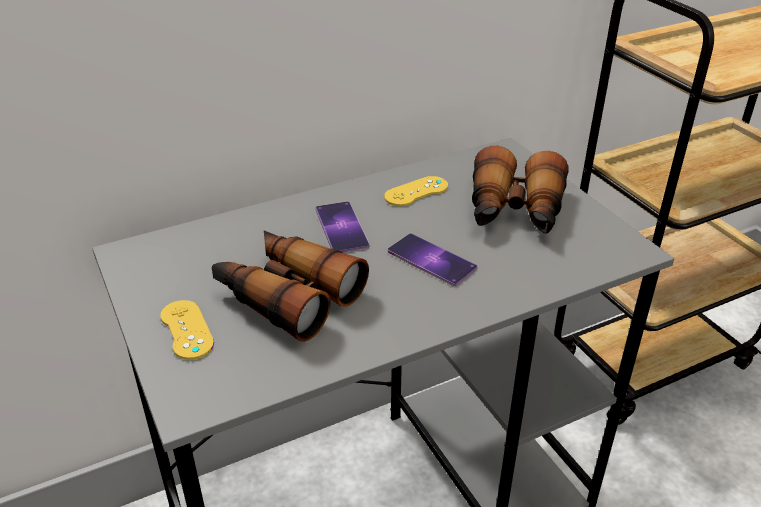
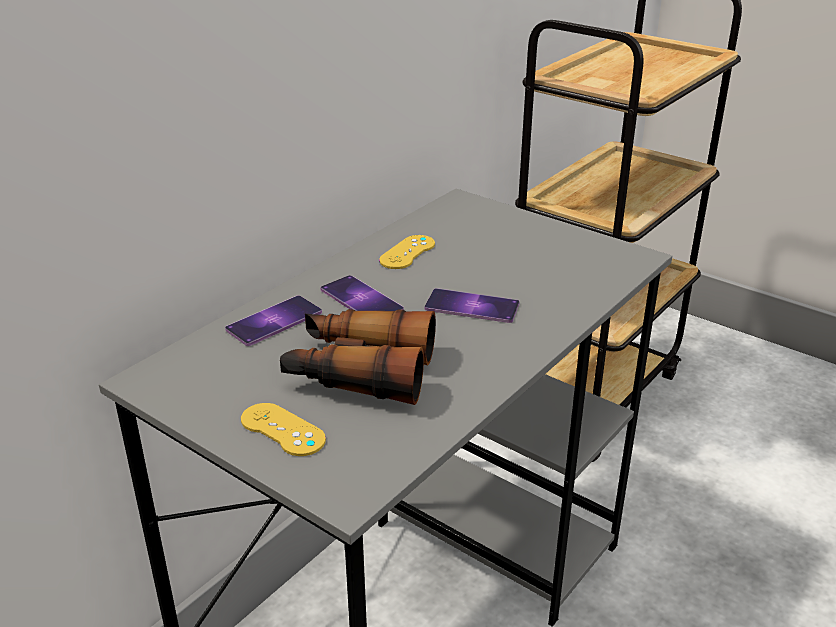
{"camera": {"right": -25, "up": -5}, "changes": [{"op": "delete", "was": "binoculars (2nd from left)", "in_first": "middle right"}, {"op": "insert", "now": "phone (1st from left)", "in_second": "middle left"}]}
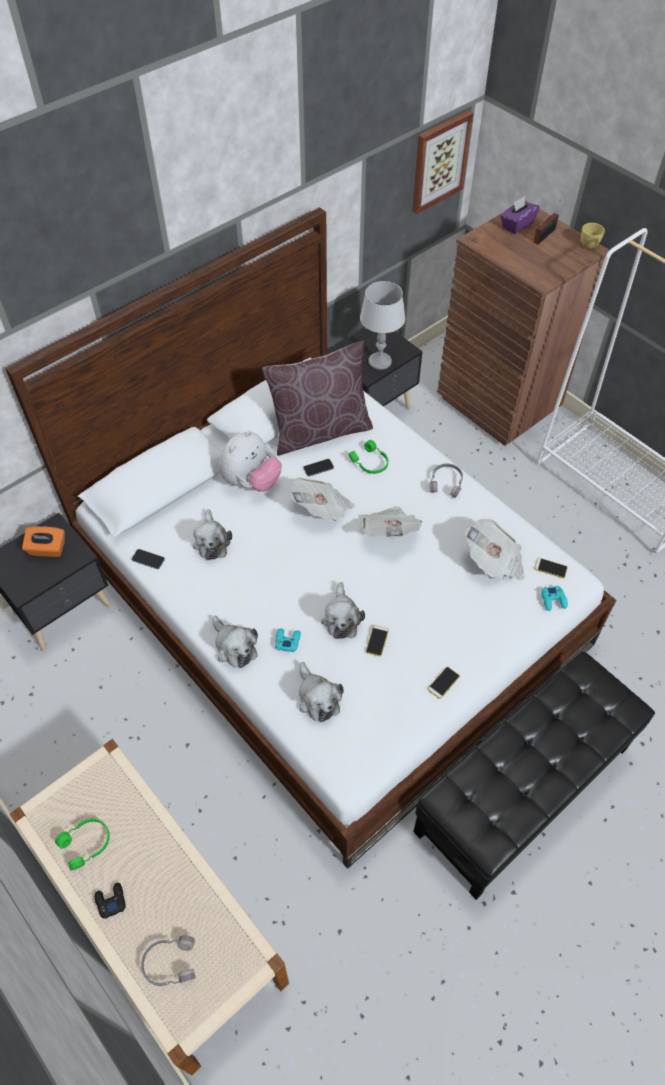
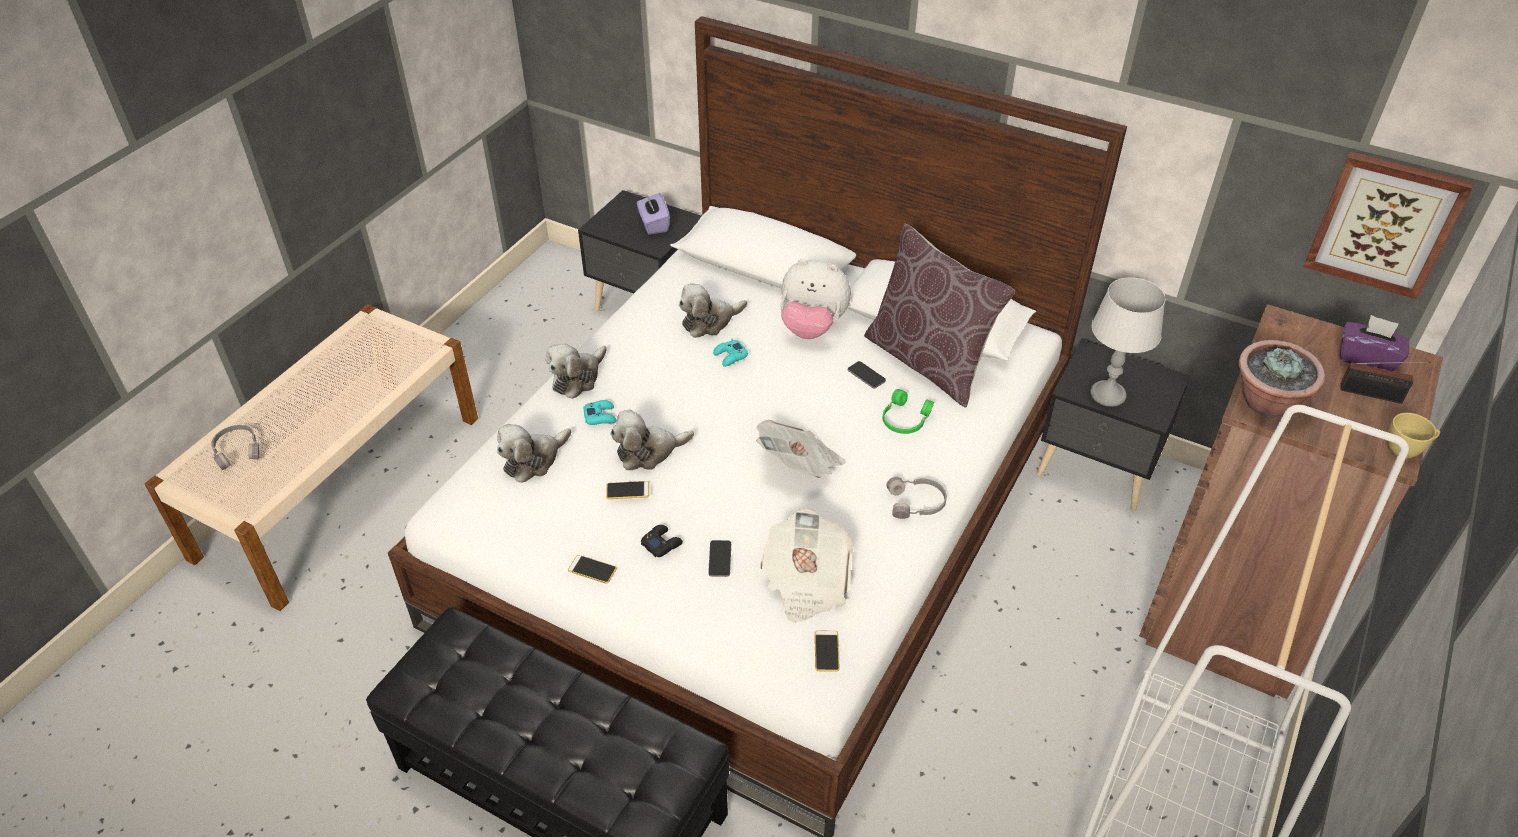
{"camera": {"right": 70, "up": -10}, "changes": [{"op": "delete", "was": "newspaper (1st from left)", "in_first": "centre"}, {"op": "recolor", "was": "tissue box in orange", "now": "tissue box in purple (1st from left)", "in_first": "middle left", "in_second": "top centre"}, {"op": "move", "was": "phone (1st from left in the first image)", "now": "phone (3rd from left)", "in_first": "middle left", "in_second": "bottom centre"}, {"op": "move", "was": "game controller in turquoise (2nd from left)", "in_first": "middle right", "in_second": "centre"}, {"op": "delete", "was": "headphones in green (1st from left)", "in_first": "bottom left"}, {"op": "move", "was": "game controller in black", "in_first": "bottom left", "in_second": "centre"}, {"op": "insert", "now": "potted plant", "in_second": "middle right"}]}
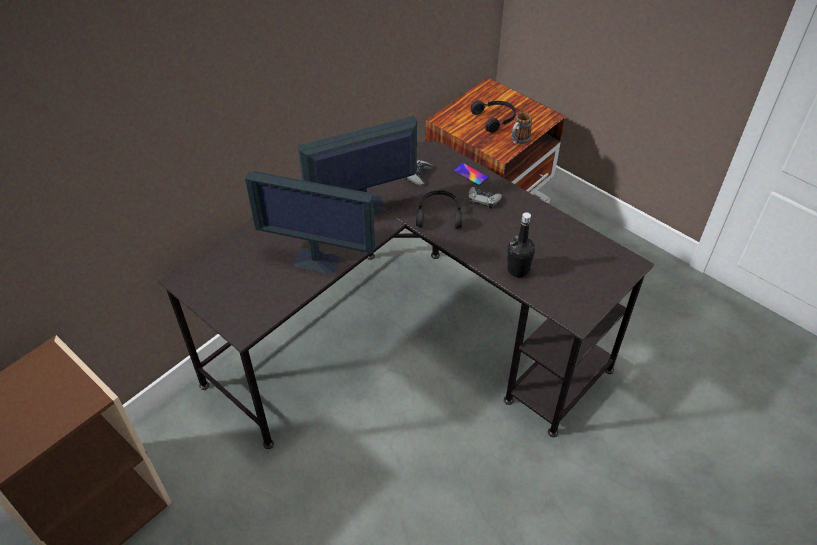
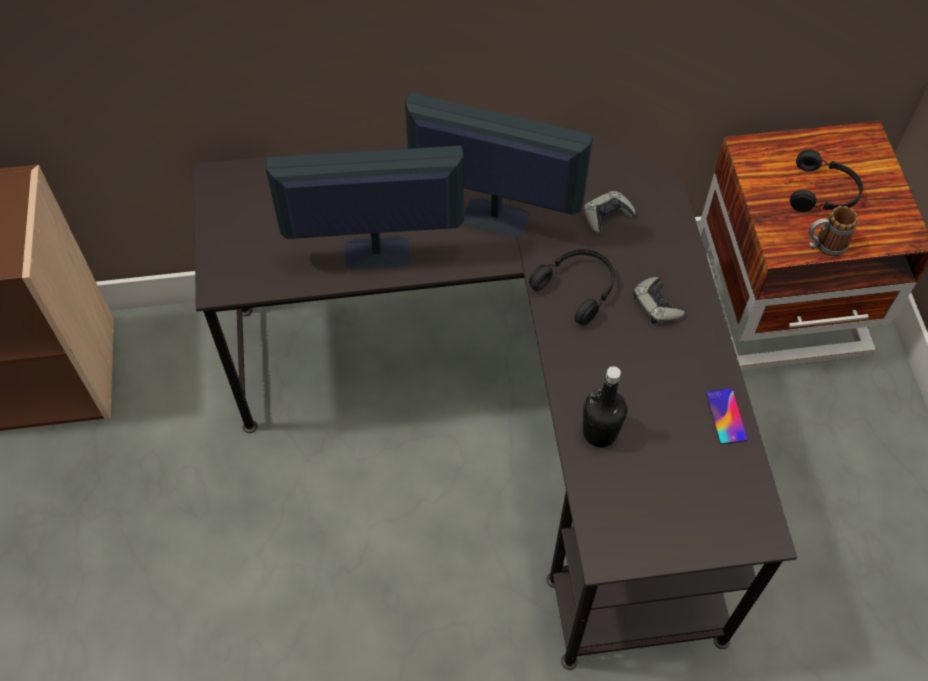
{"camera": {"right": 40, "up": 10}, "changes": [{"op": "move", "was": "phone", "in_first": "top centre", "in_second": "middle right"}, {"op": "rotate", "was": "monitor (1st from left)", "in_first": "centre", "in_second": "top centre", "clockwise": 120}]}
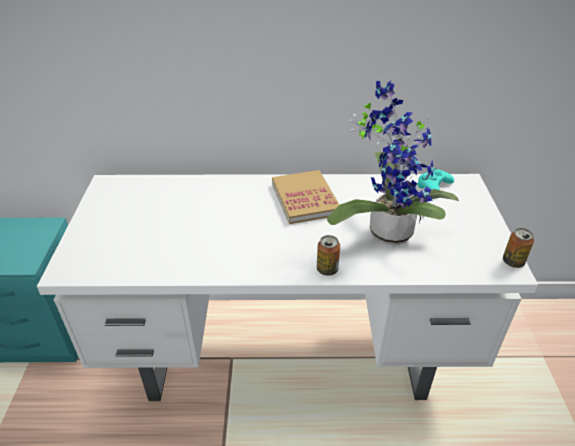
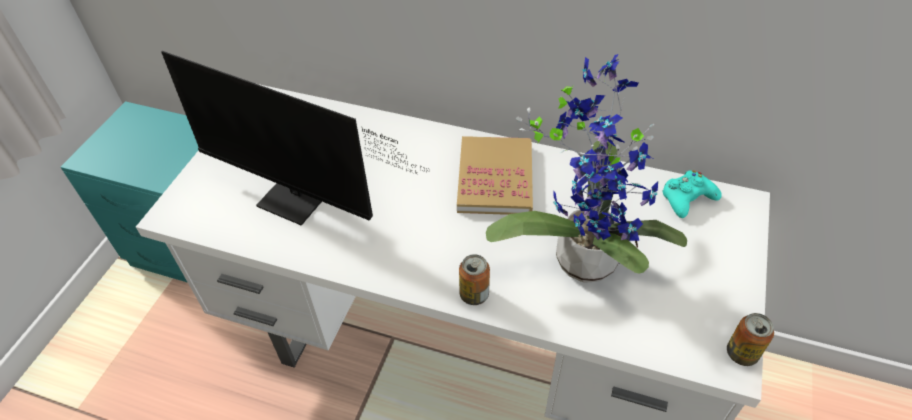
{"camera": {"right": 20, "up": 10}, "changes": [{"op": "insert", "now": "monitor", "in_second": "top left"}]}
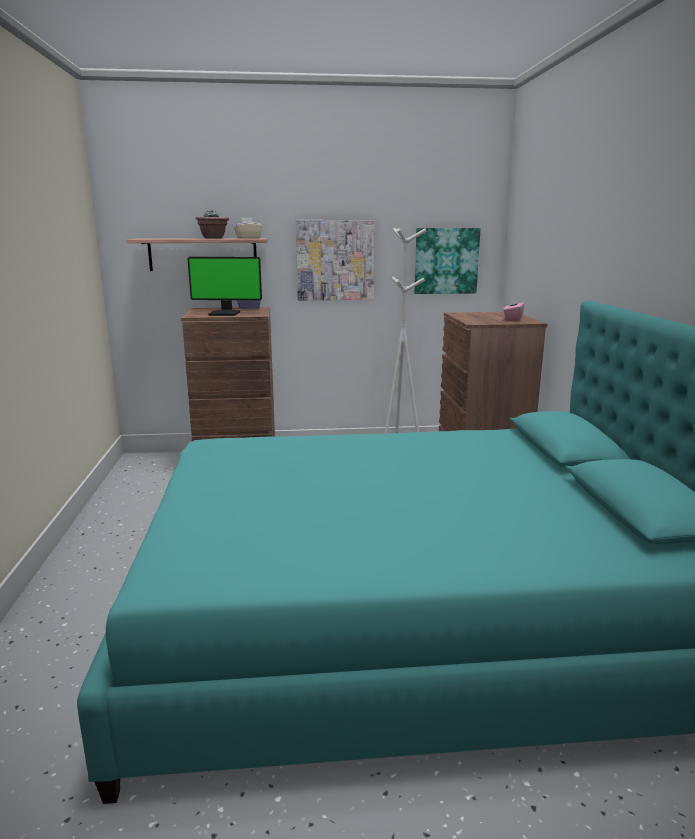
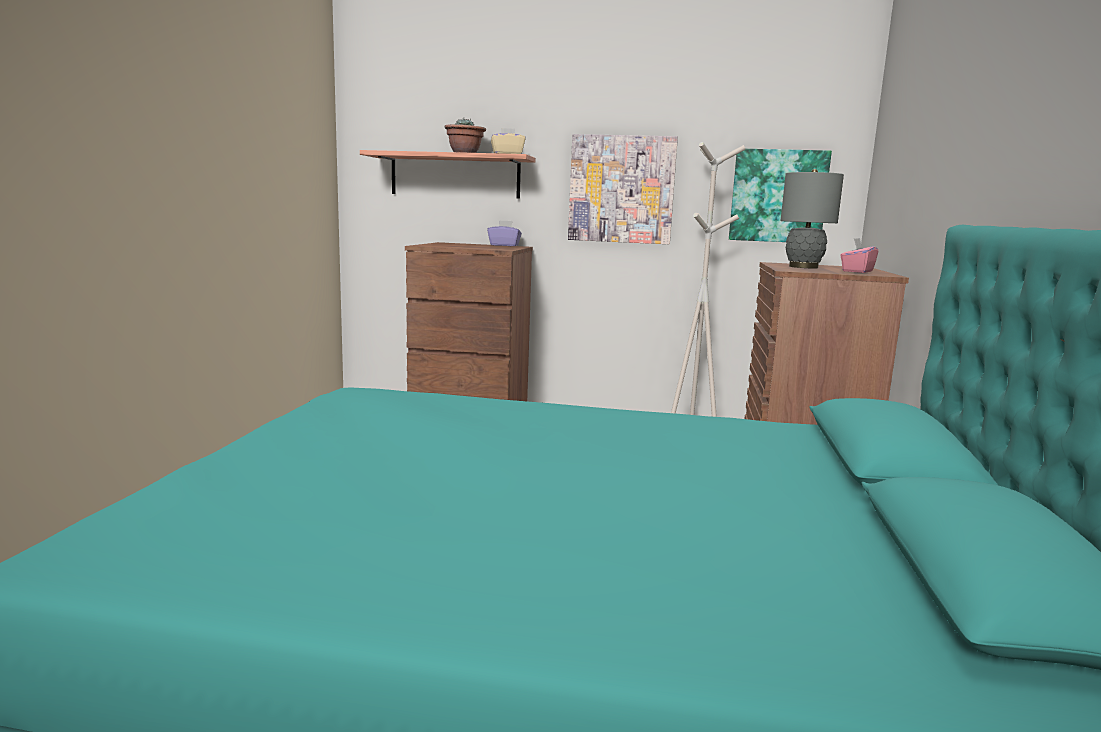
{"camera": {"right": 15, "up": -5}, "changes": [{"op": "delete", "was": "monitor", "in_first": "middle left"}, {"op": "insert", "now": "table lamp in grey", "in_second": "top right"}]}
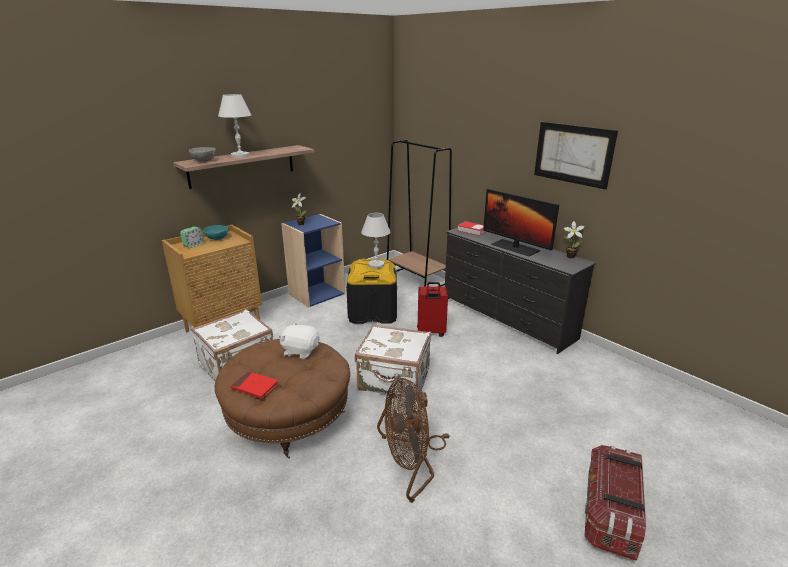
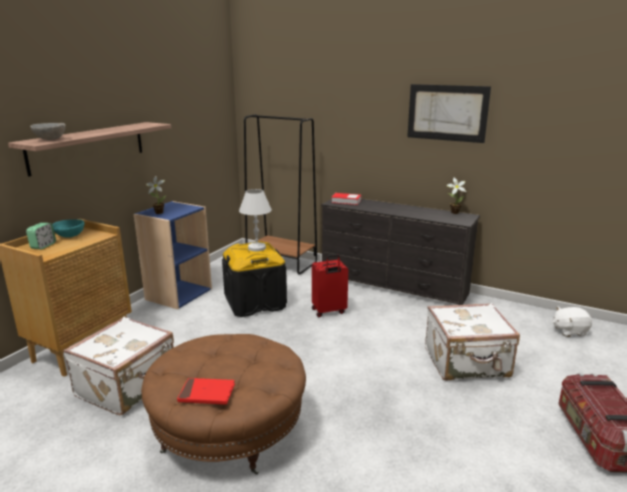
{"camera": {"right": -20, "up": -5}, "changes": [{"op": "delete", "was": "table lamp in white (1st from left)", "in_first": "top left"}, {"op": "delete", "was": "monitor", "in_first": "centre"}, {"op": "move", "was": "plush toy in white", "in_first": "centre", "in_second": "middle right"}, {"op": "move", "was": "suitcase in white (2nd from left)", "in_first": "centre", "in_second": "bottom right"}, {"op": "delete", "was": "fan in brown", "in_first": "bottom centre"}]}
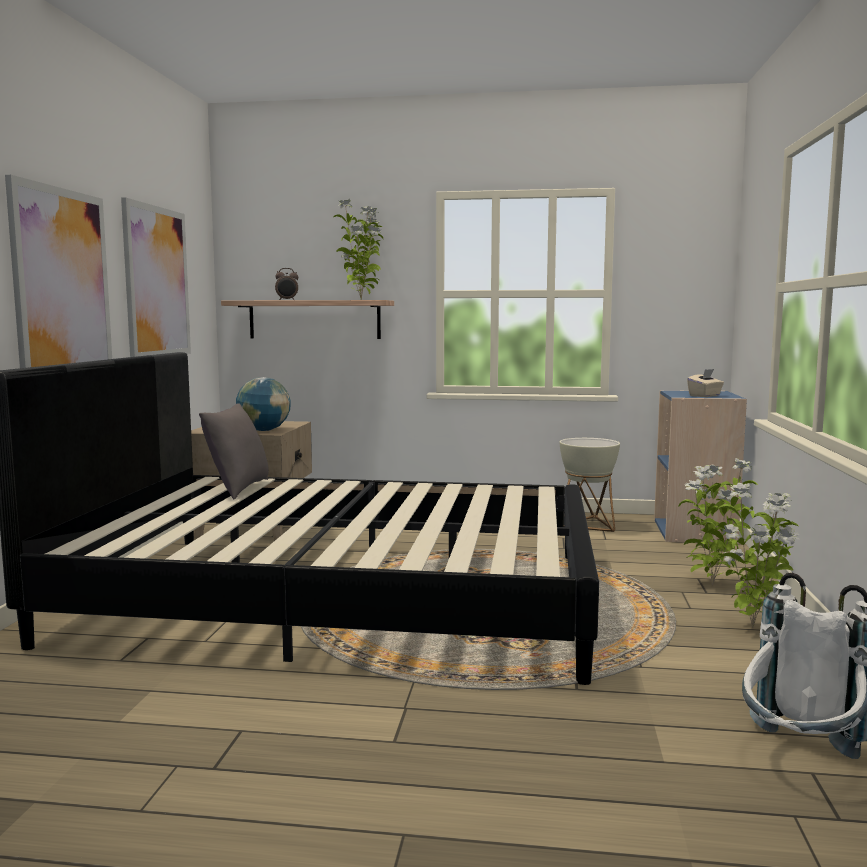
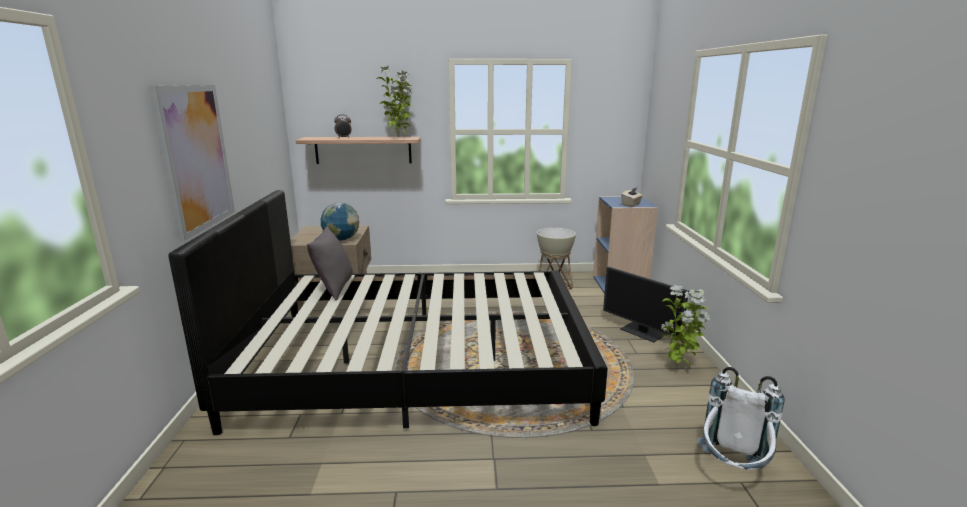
{"camera": {"right": -10, "up": 10}, "changes": [{"op": "delete", "was": "picture (2nd from left)", "in_first": "top left"}, {"op": "replace", "was": "potted plant (2nd from left)", "now": "monitor", "in_first": "middle right", "in_second": "middle right"}]}
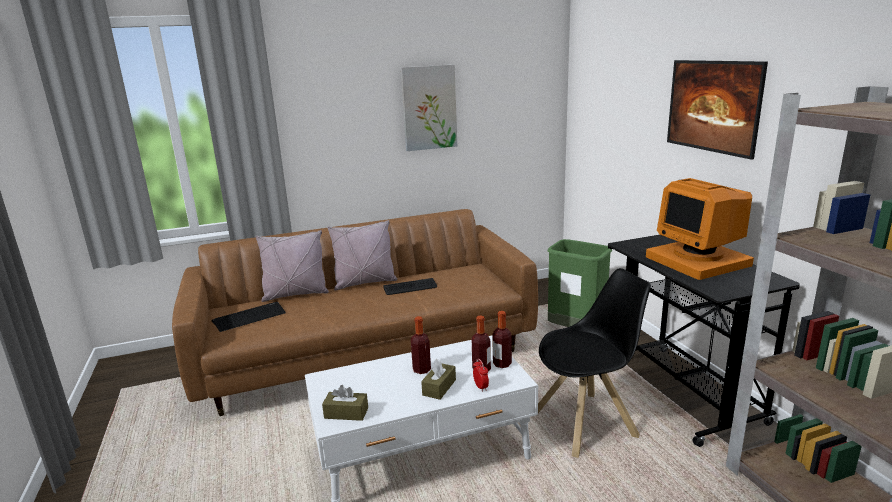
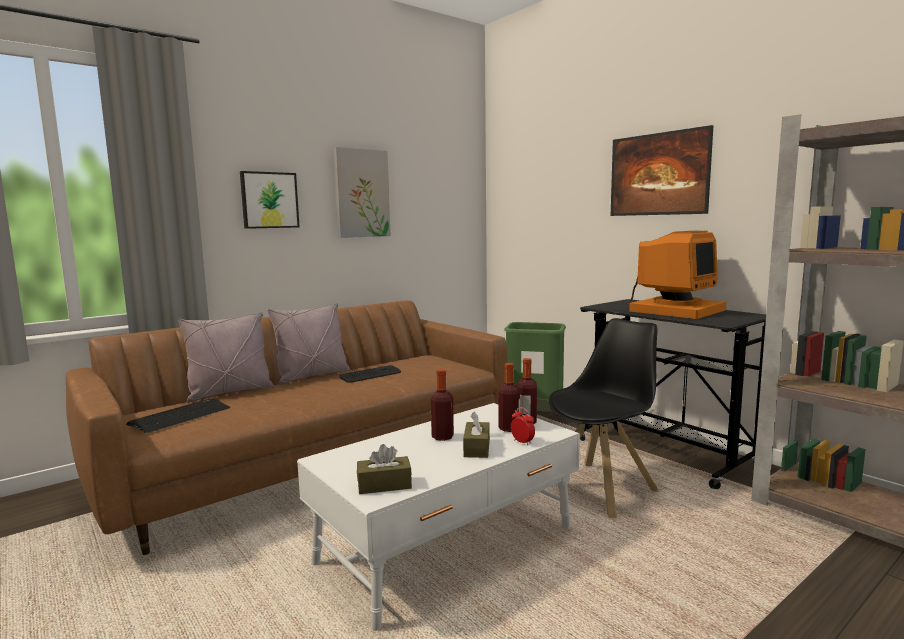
{"camera": {"right": -20, "up": -10}, "changes": [{"op": "rotate", "was": "monitor", "in_first": "middle right", "in_second": "middle right", "clockwise": -90}, {"op": "insert", "now": "picture (1st from left)", "in_second": "top left"}]}
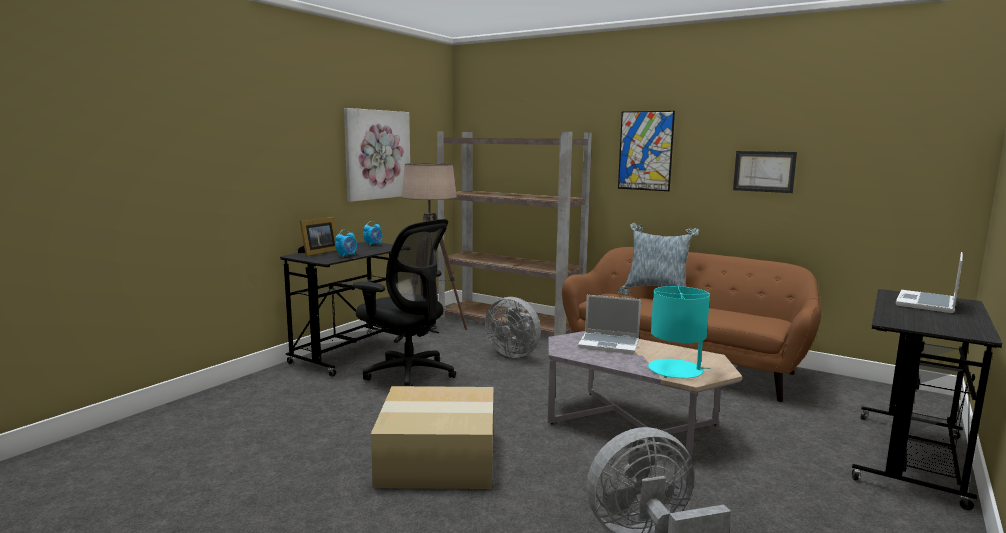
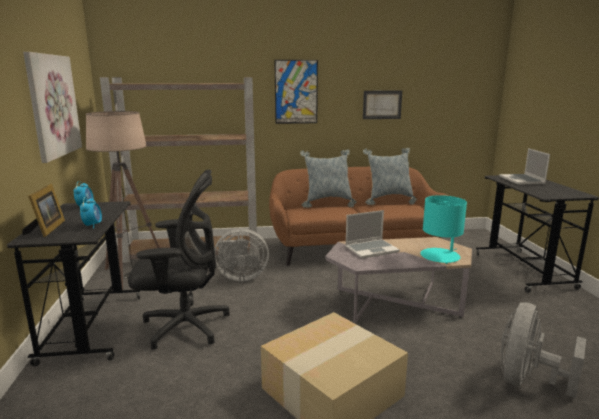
{"camera": {"right": -40, "up": 5}, "changes": [{"op": "insert", "now": "pillow (2nd from left)", "in_second": "centre"}]}
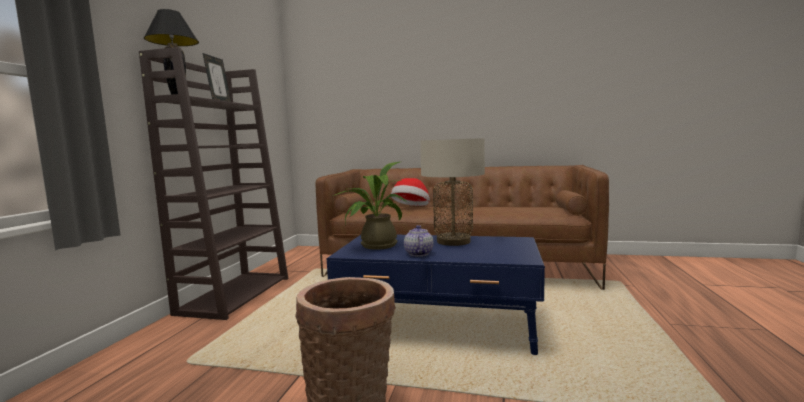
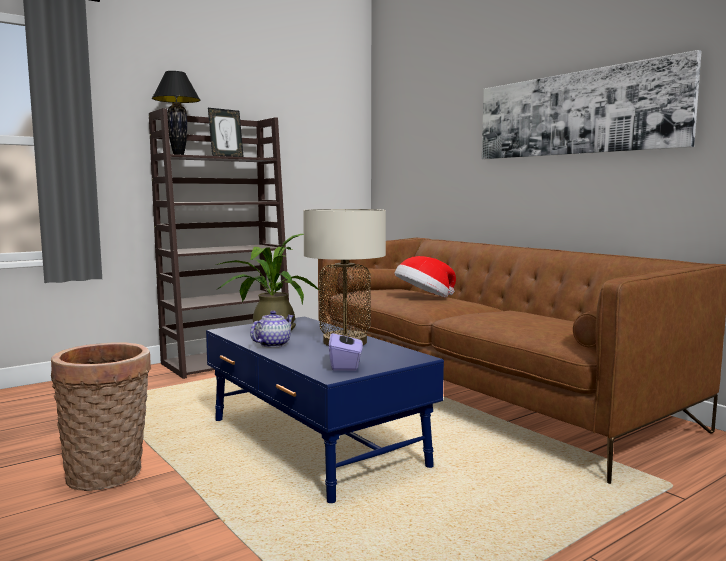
{"camera": {"right": 40, "up": 0}, "changes": [{"op": "insert", "now": "picture", "in_second": "top right"}, {"op": "insert", "now": "tissue box in purple", "in_second": "centre"}]}
